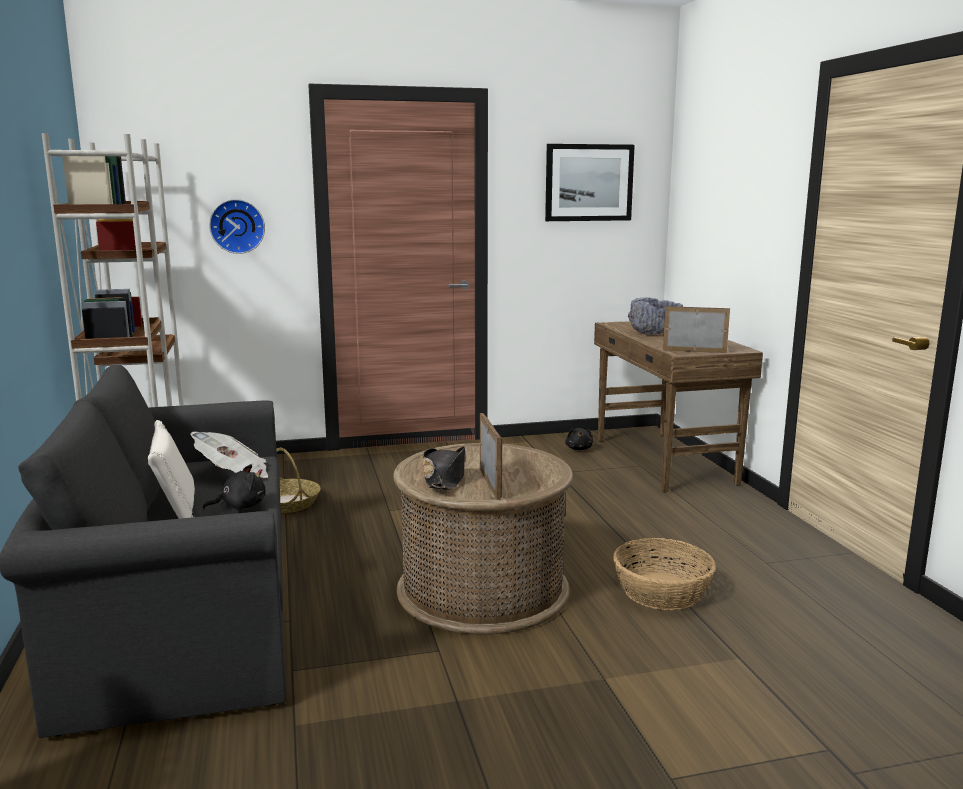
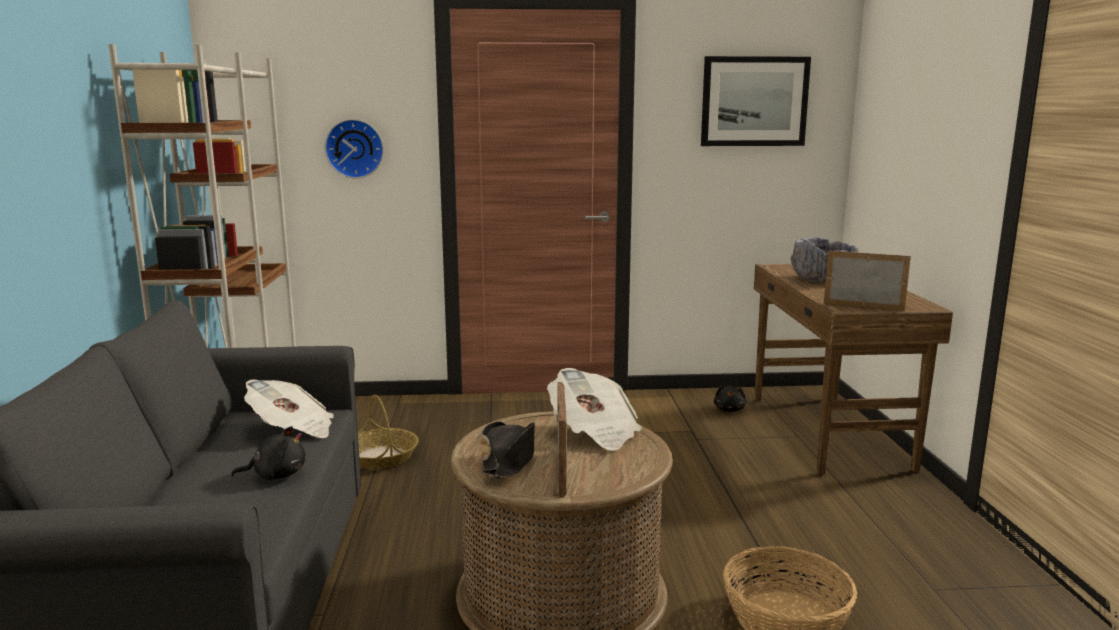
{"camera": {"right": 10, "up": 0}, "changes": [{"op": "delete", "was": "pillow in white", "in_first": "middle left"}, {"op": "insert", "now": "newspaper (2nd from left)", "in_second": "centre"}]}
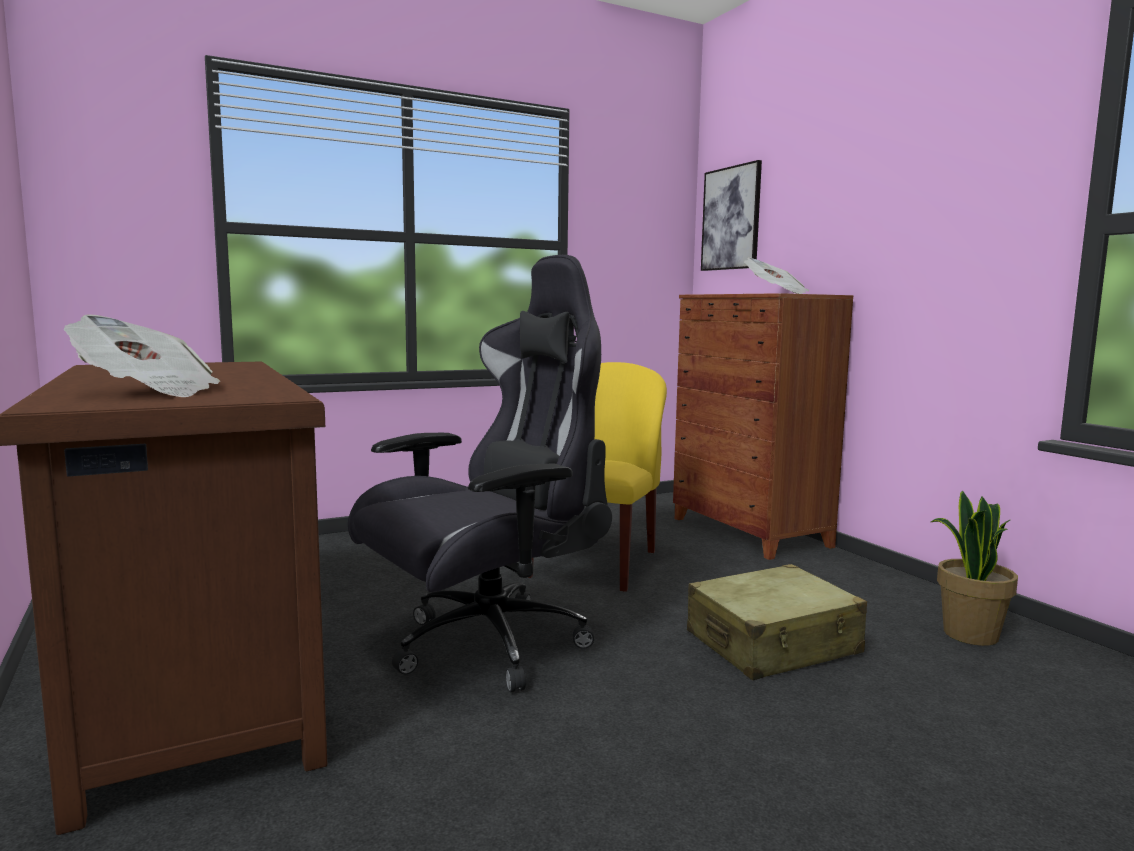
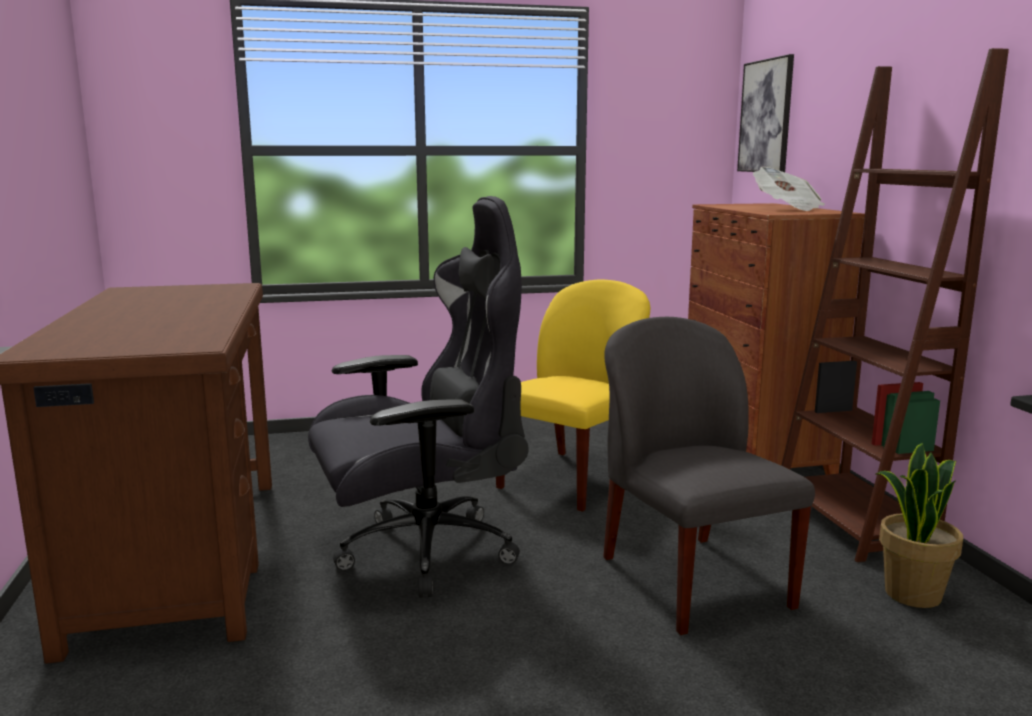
{"camera": {"right": 15, "up": 5}, "changes": [{"op": "delete", "was": "newspaper (1st from left)", "in_first": "middle left"}, {"op": "replace", "was": "suitcase in beige", "now": "chair in grey", "in_first": "bottom right", "in_second": "middle right"}, {"op": "insert", "now": "bookcase in brown", "in_second": "middle right"}]}
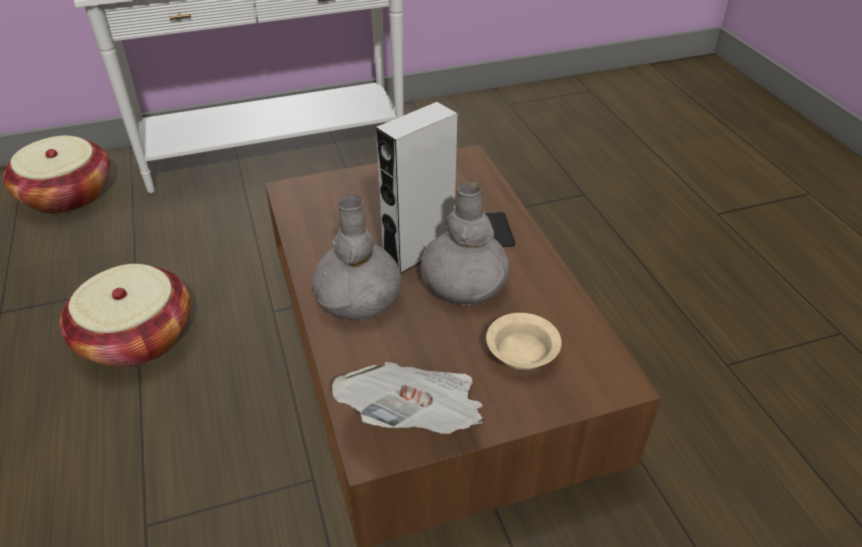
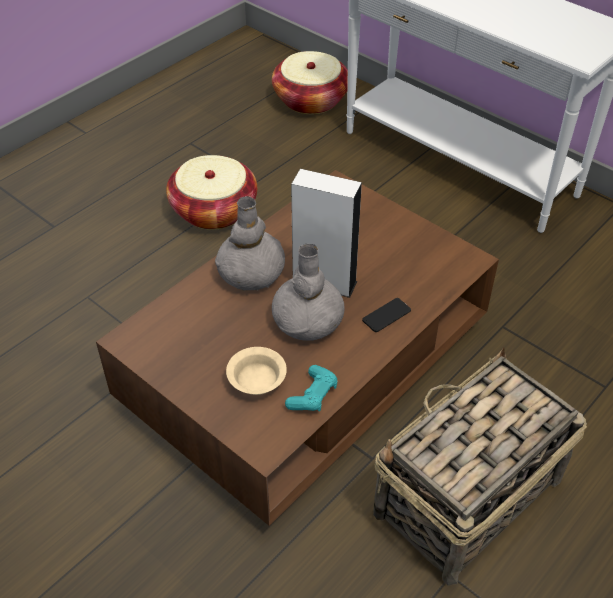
{"camera": {"right": 60, "up": 5}, "changes": [{"op": "delete", "was": "newspaper", "in_first": "bottom centre"}, {"op": "insert", "now": "basket (3rd from left)", "in_second": "bottom right"}, {"op": "insert", "now": "game controller in turquoise", "in_second": "centre"}]}
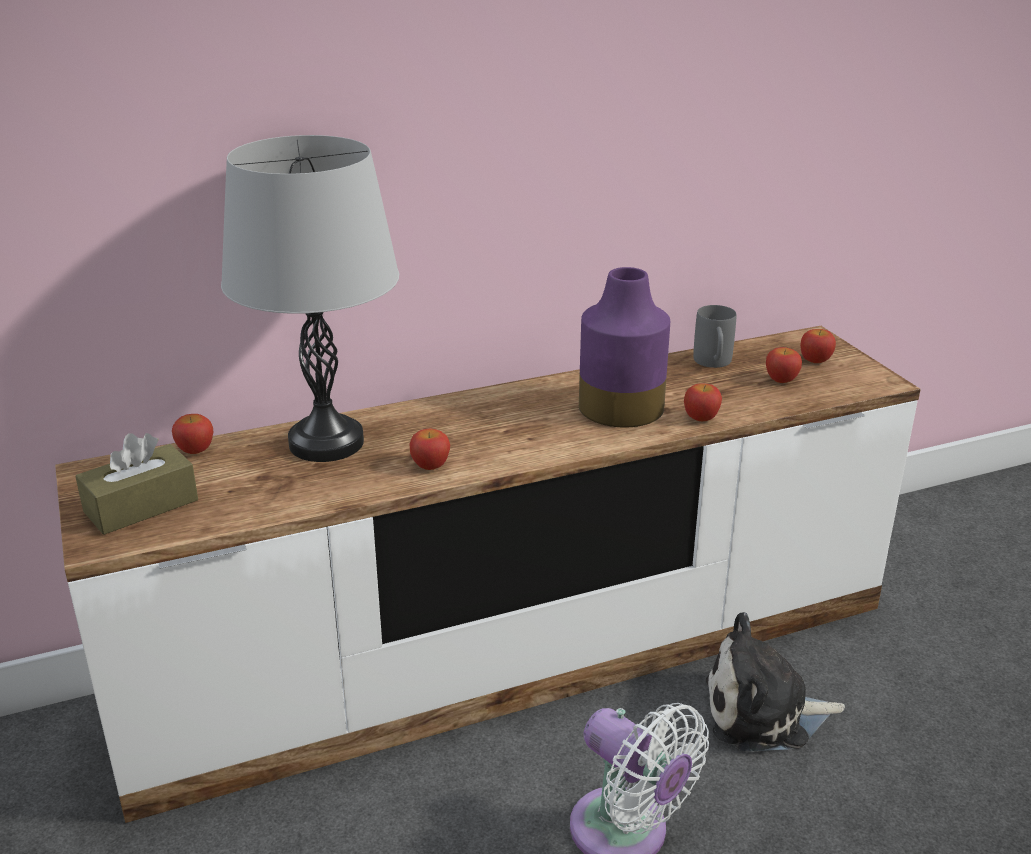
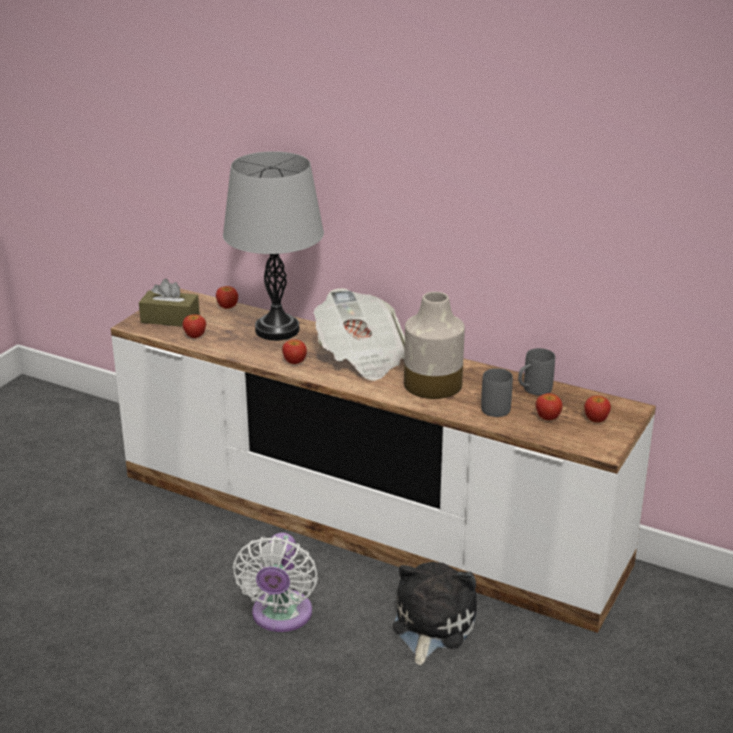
{"camera": {"right": 50, "up": 0}, "changes": [{"op": "recolor", "was": "vase in purple", "now": "vase in beige", "in_first": "centre", "in_second": "centre"}, {"op": "move", "was": "apple (3rd from left in the first image)", "now": "apple (1st from left)", "in_first": "middle right", "in_second": "middle left"}, {"op": "rotate", "was": "plush toy", "in_first": "bottom right", "in_second": "bottom centre", "clockwise": 60}, {"op": "insert", "now": "newspaper", "in_second": "centre"}, {"op": "insert", "now": "mug in grey (1st from left)", "in_second": "middle right"}]}
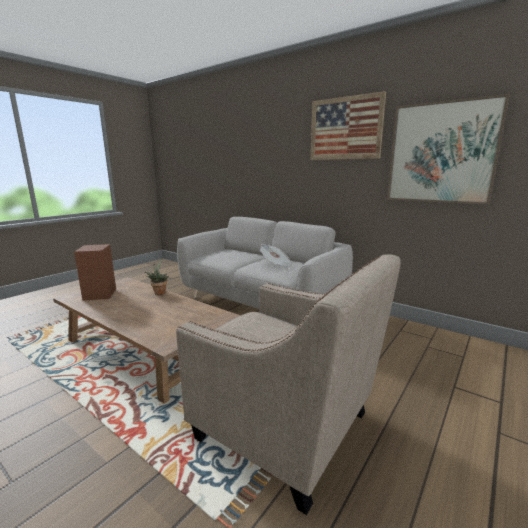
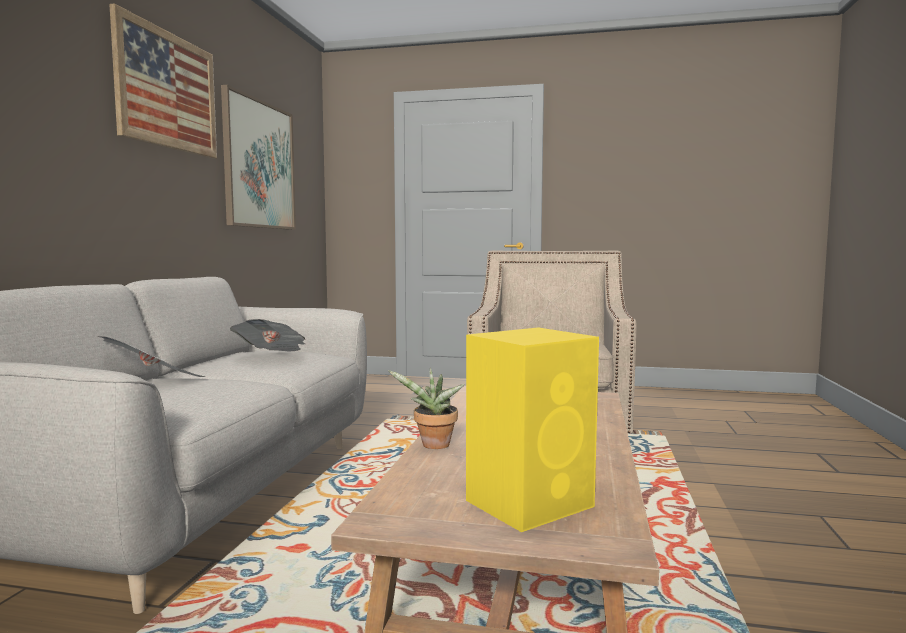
{"camera": {"right": -115, "up": -10}, "changes": [{"op": "recolor", "was": "speaker in brown", "now": "speaker in yellow", "in_first": "middle left", "in_second": "bottom centre"}, {"op": "insert", "now": "newspaper (1st from left)", "in_second": "middle left"}]}
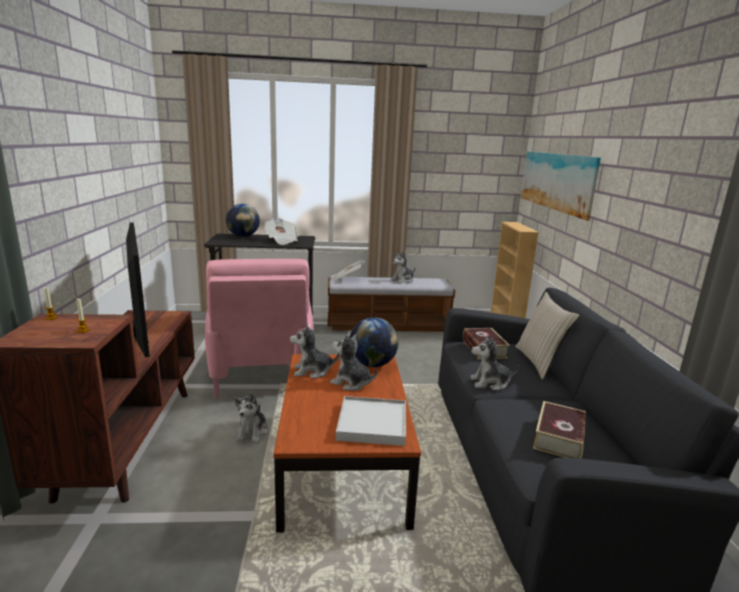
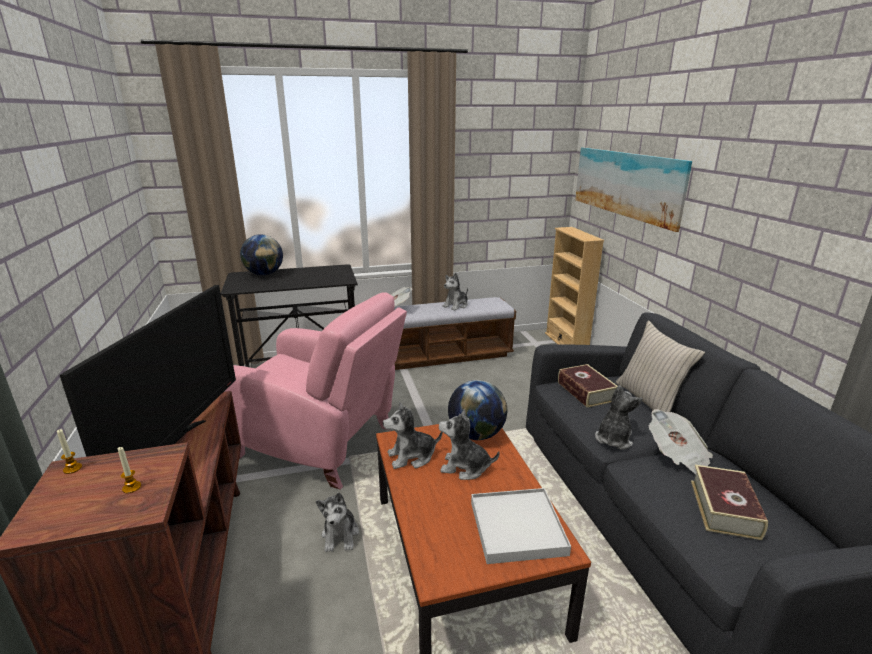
{"camera": {"right": -10, "up": 5}, "changes": [{"op": "move", "was": "newspaper (1st from left in the first image)", "now": "newspaper (2nd from left)", "in_first": "centre", "in_second": "bottom right"}, {"op": "rotate", "was": "television", "in_first": "middle left", "in_second": "middle left", "clockwise": 45}, {"op": "rotate", "was": "armchair in pink", "in_first": "centre", "in_second": "centre", "clockwise": -45}, {"op": "rotate", "was": "plush toy (5th from left)", "in_first": "middle right", "in_second": "middle right", "clockwise": 135}]}
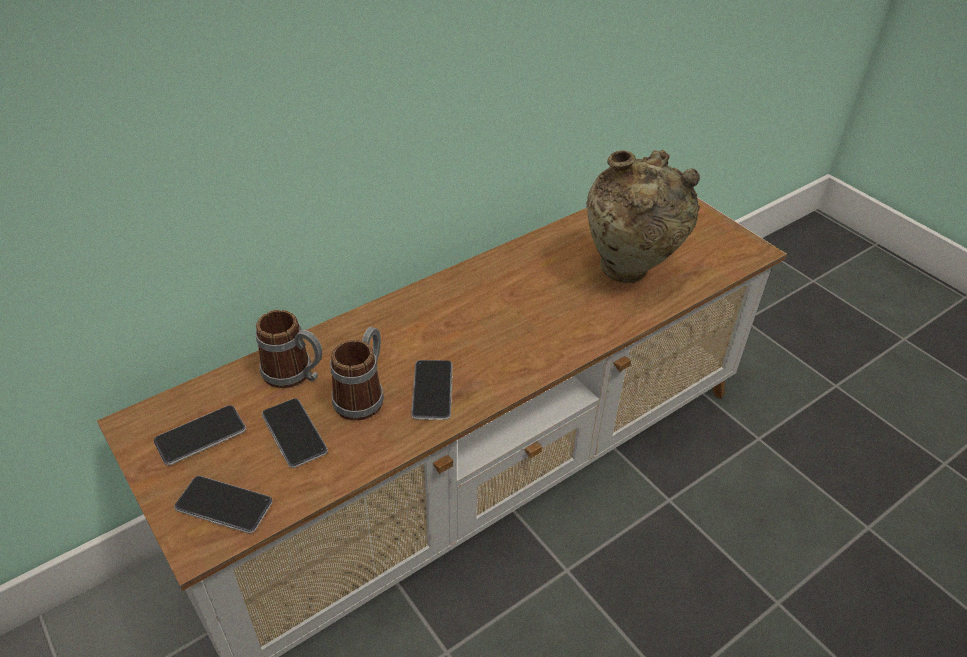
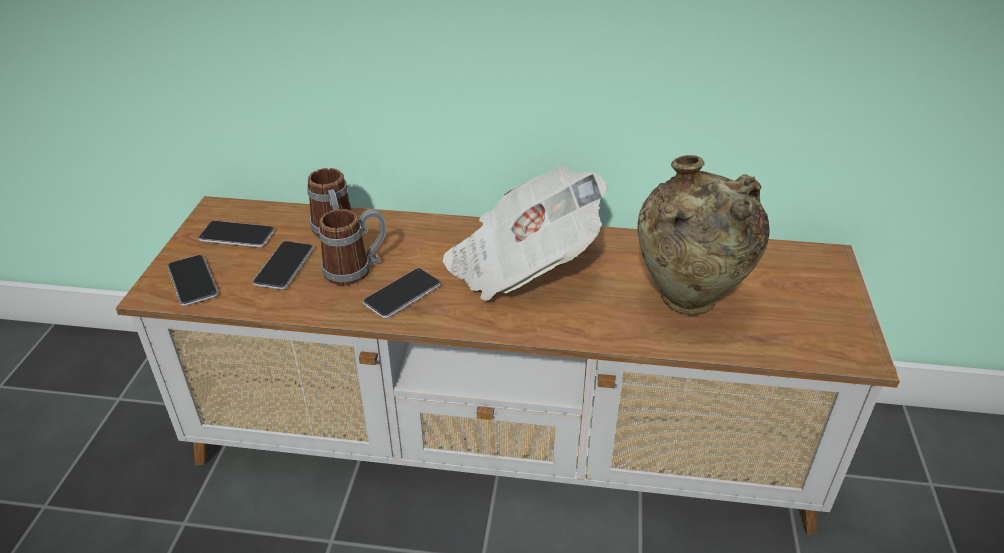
{"camera": {"right": 45, "up": -5}, "changes": [{"op": "insert", "now": "newspaper", "in_second": "centre"}]}
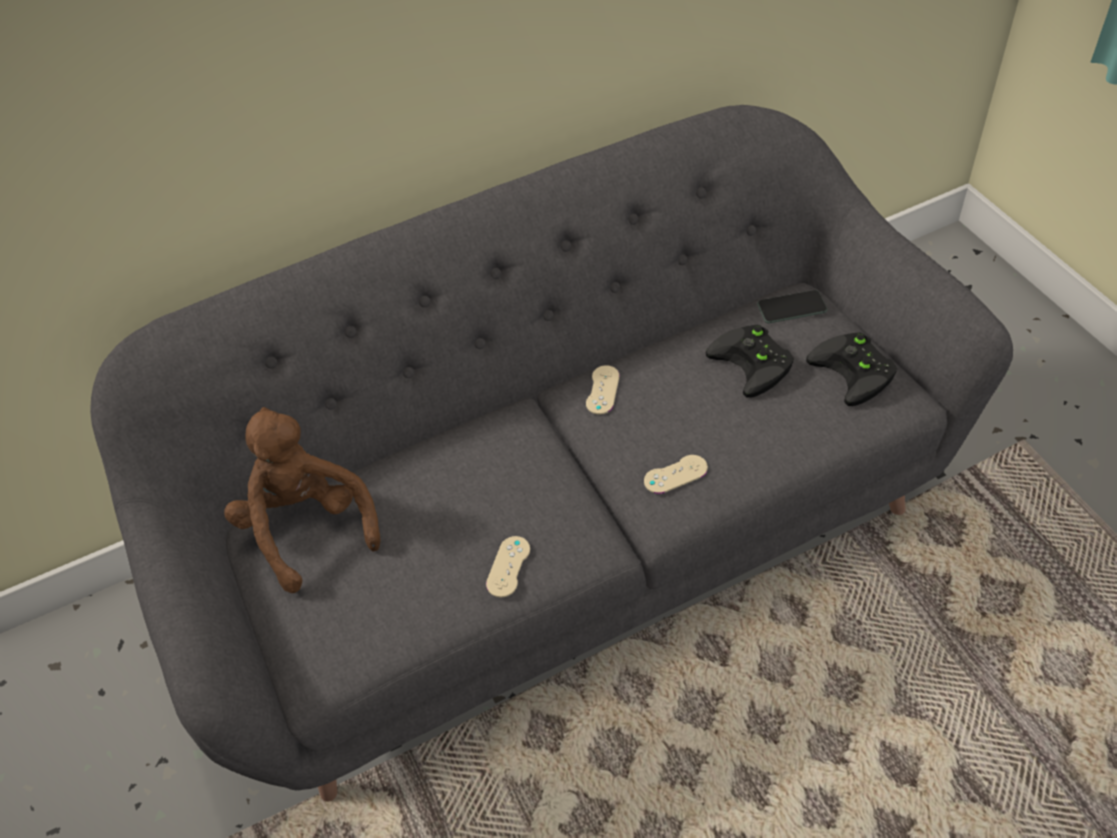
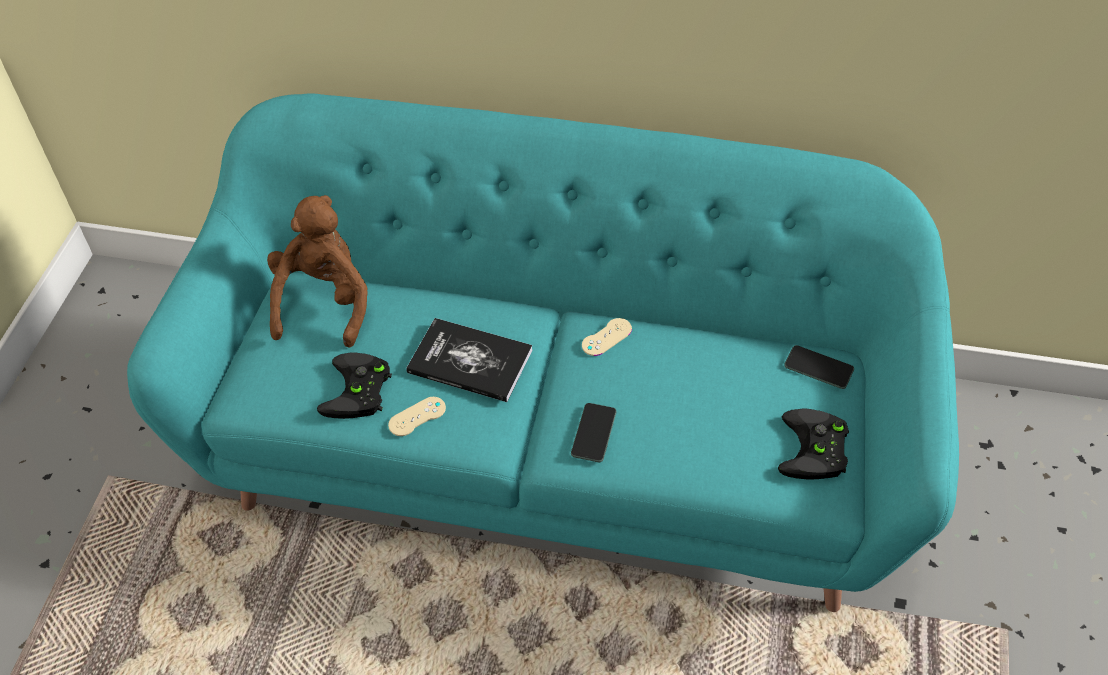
{"camera": {"right": 35, "up": 0}, "changes": [{"op": "recolor", "was": "sofa in grey", "now": "sofa in turquoise", "in_first": "centre", "in_second": "centre"}, {"op": "move", "was": "game controller in black (1st from left)", "in_first": "middle right", "in_second": "middle left"}, {"op": "replace", "was": "game controller in beige (3rd from left)", "now": "phone (1st from left)", "in_first": "centre", "in_second": "centre"}, {"op": "insert", "now": "book", "in_second": "centre"}]}
